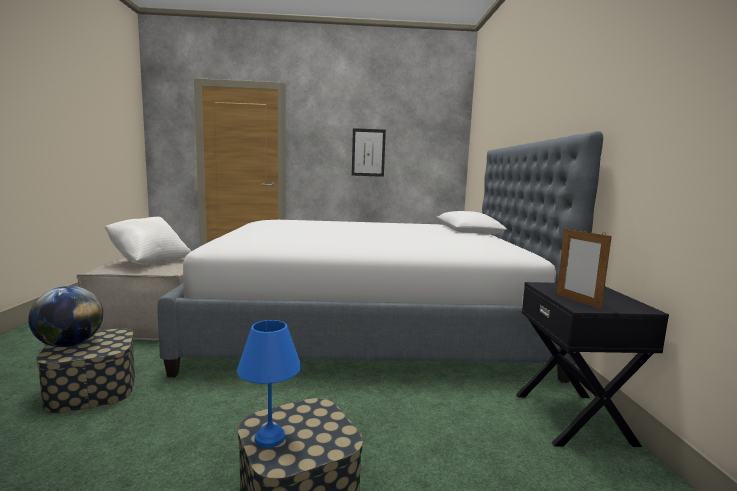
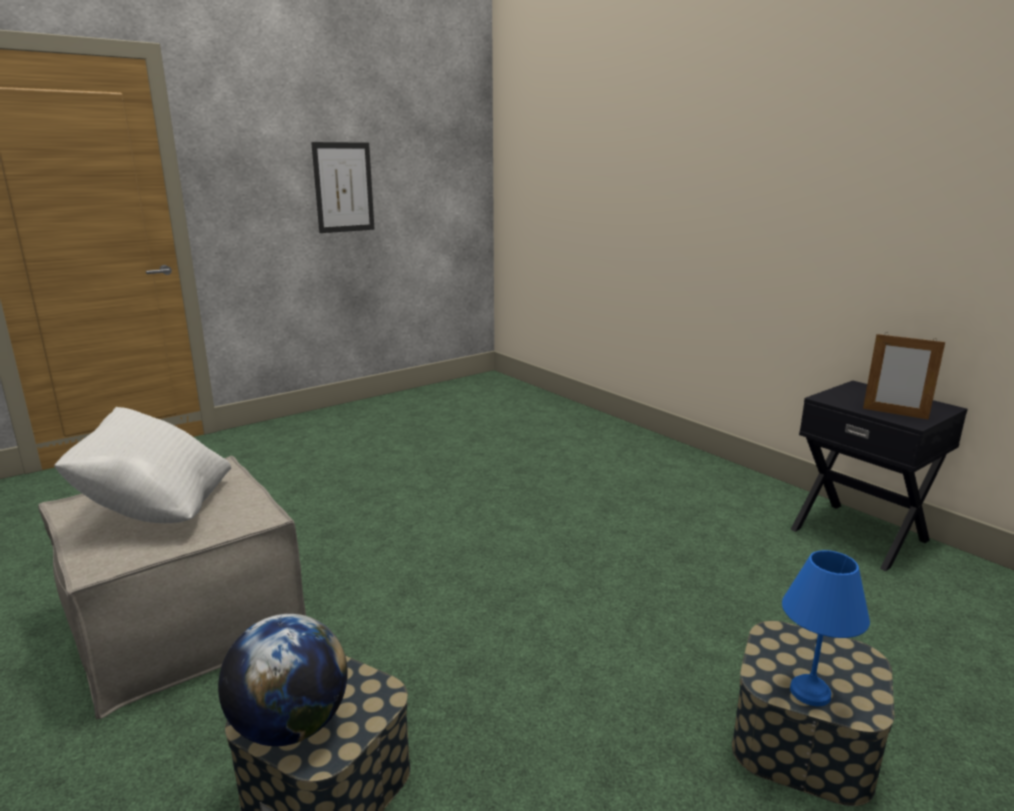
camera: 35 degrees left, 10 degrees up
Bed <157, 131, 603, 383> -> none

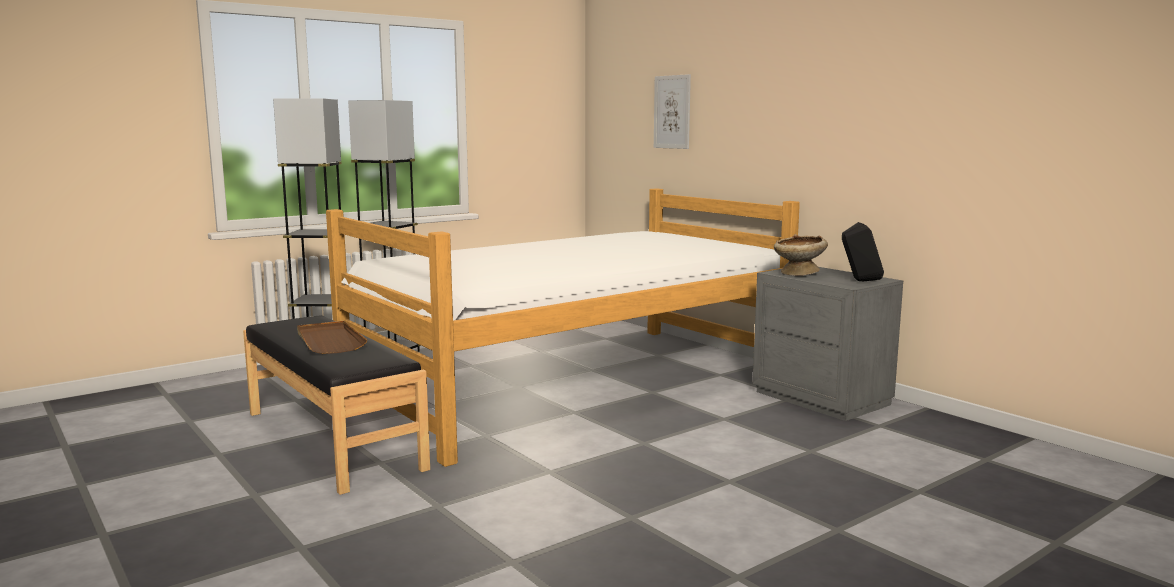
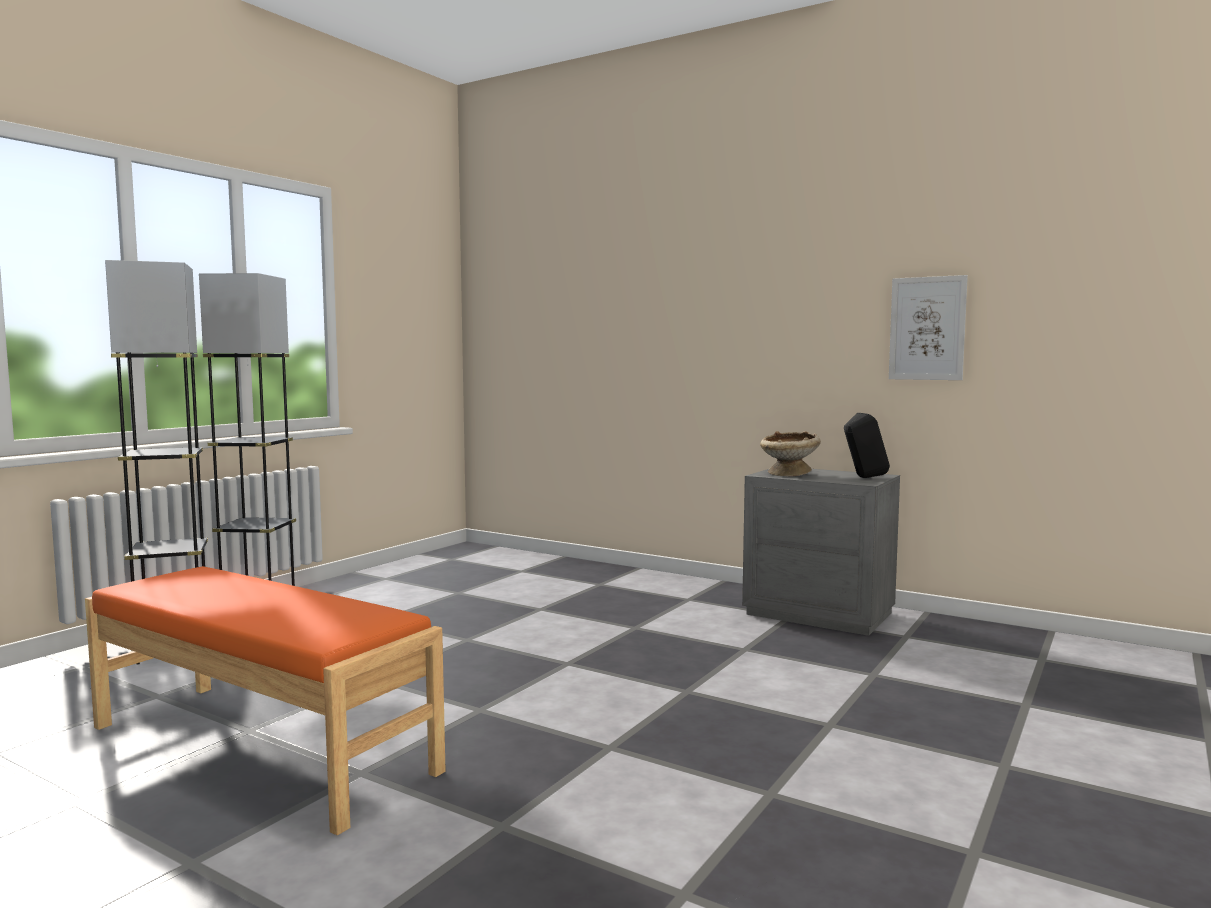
camera: 20 degrees left, 5 degrees down
Picture <654, 74, 691, 149> -> Picture <889, 275, 968, 380>, relocated
Bed <326, 188, 800, 467> -> none
BlackBench <243, 315, 430, 495> -> OrangeBench <85, 566, 446, 835>
BrownTray <297, 321, 367, 354> -> none

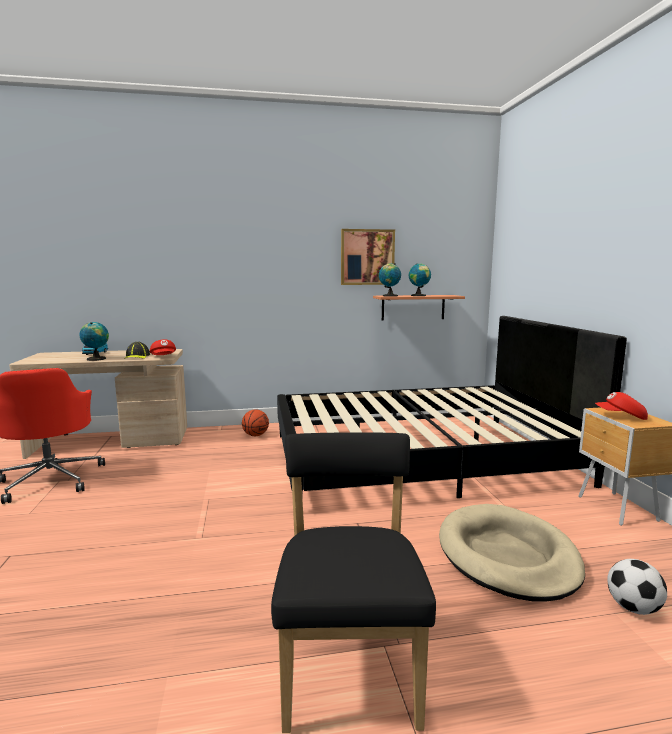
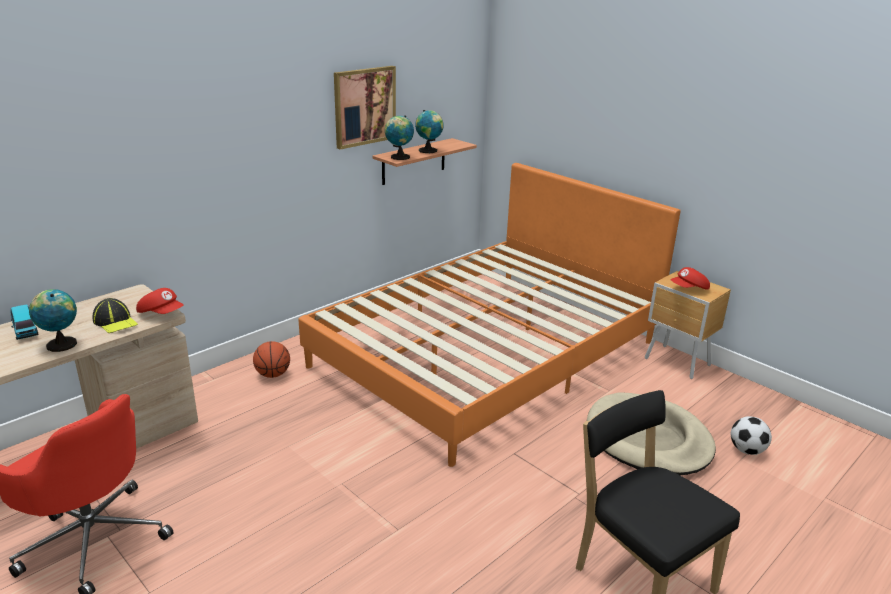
camera: 35 degrees left, 15 degrees up
BlackBed <277, 316, 627, 498> -> OrangeBed <298, 163, 681, 467>

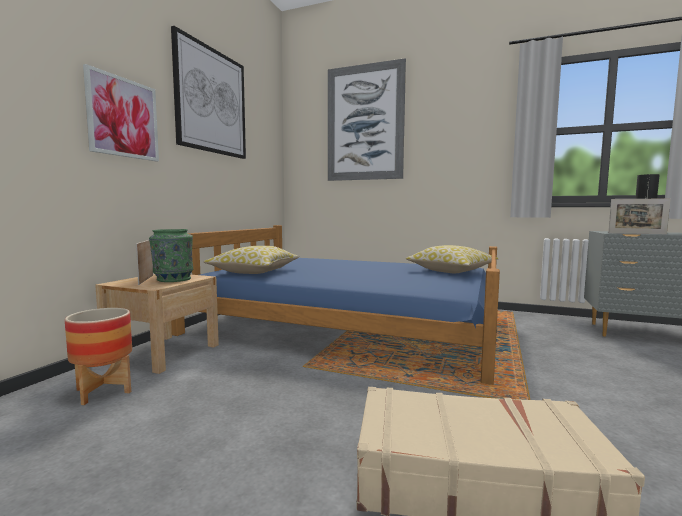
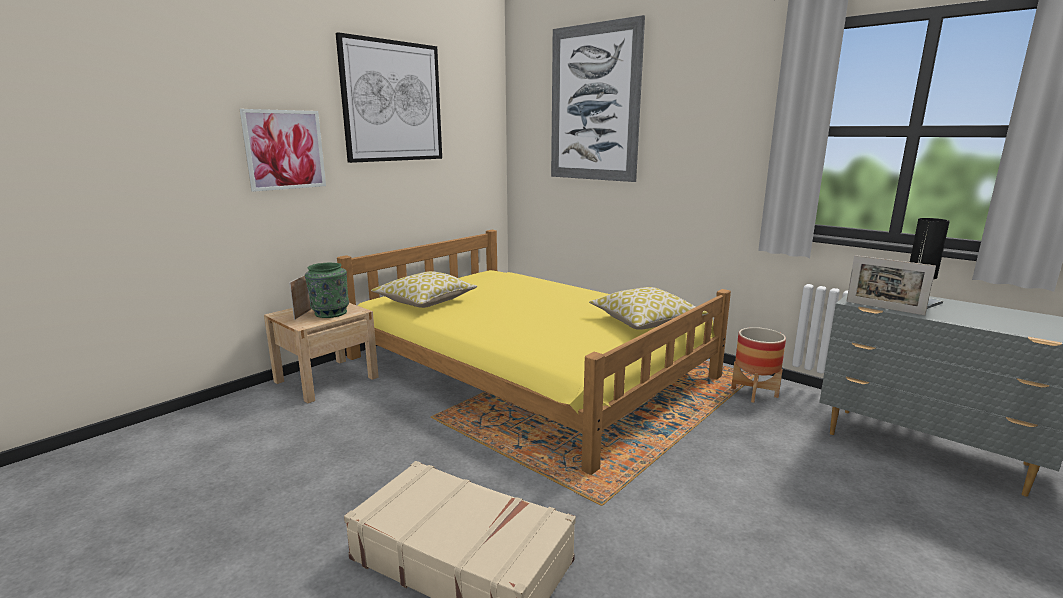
camera: 20 degrees right, 10 degrees up
BlueBed <171, 225, 500, 385> -> YellowBed <337, 230, 731, 475>
Planter <65, 308, 132, 405> -> Planter <731, 327, 786, 403>, relocated

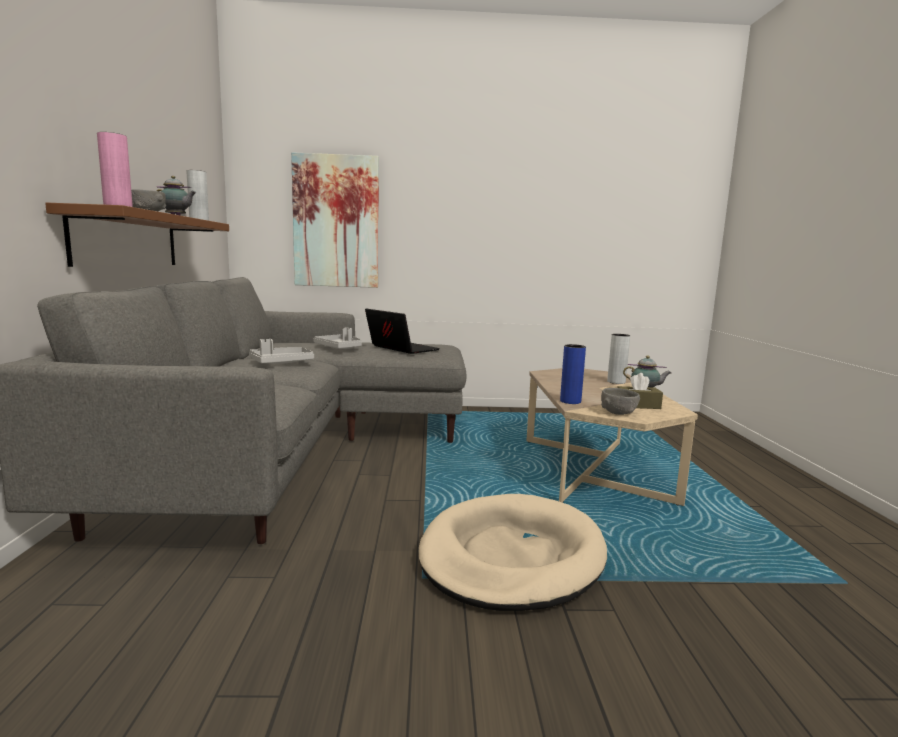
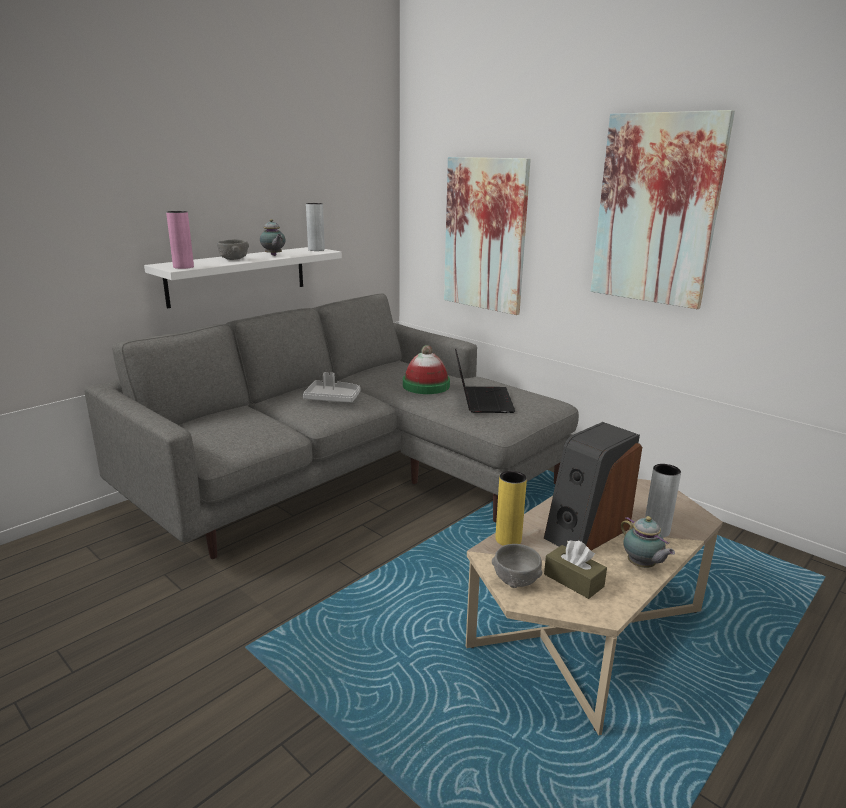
camera: 45 degrees right, 10 degrees up
BrownShelf <45, 202, 229, 267> -> WhiteShelf <144, 247, 342, 308>
GreyTray <313, 327, 362, 349> -> Hat <403, 345, 450, 394>
BlueVase <560, 344, 586, 404> -> YellowVase <496, 471, 527, 546>
BeigeDogBed <418, 494, 607, 611> -> none
none -> Picture <591, 110, 735, 309>
none -> Speaker <544, 422, 642, 551>

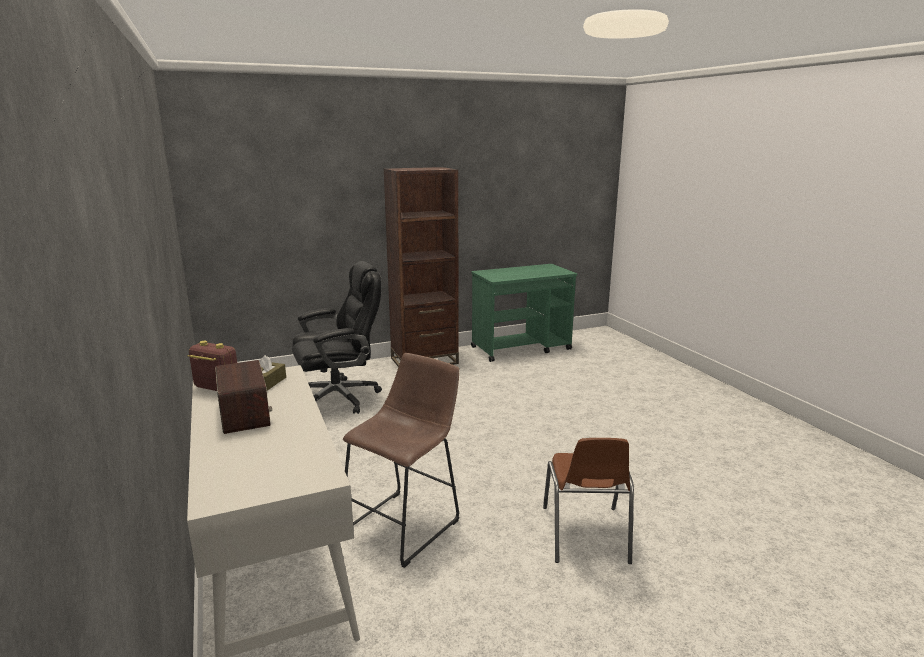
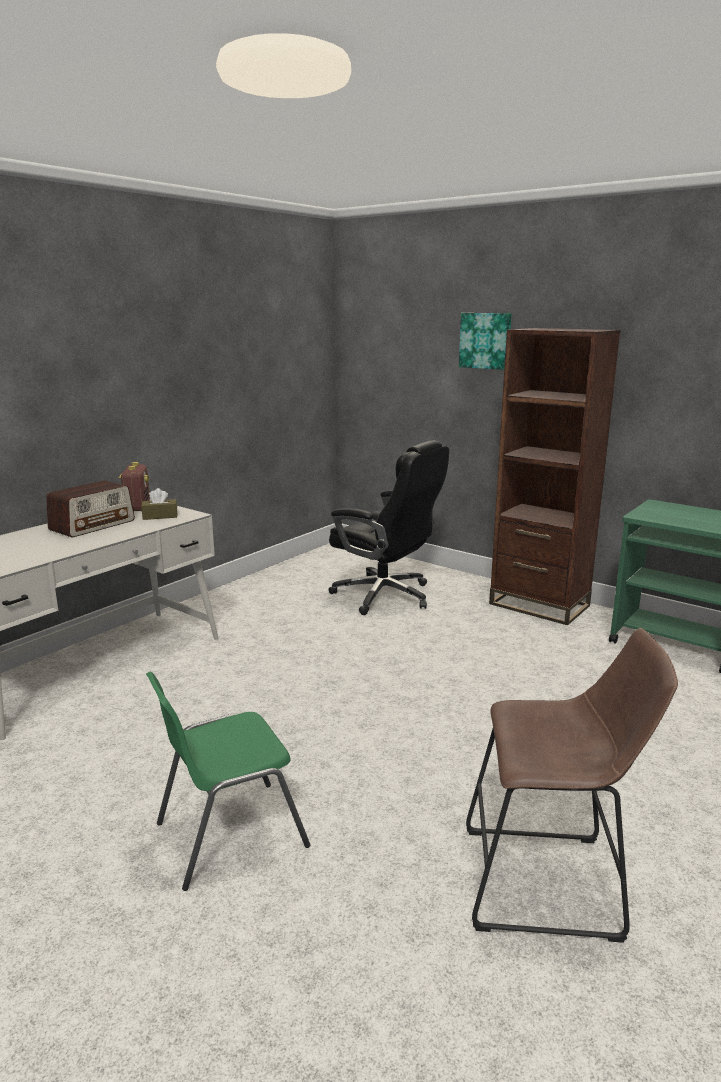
camera: 60 degrees right, 0 degrees up
BrownStool <343, 353, 459, 568> -> BrownStool <466, 628, 678, 943>, relocated
BrownChair <543, 438, 634, 564> -> GreenChair <146, 672, 310, 891>
none -> Picture <459, 313, 512, 370>

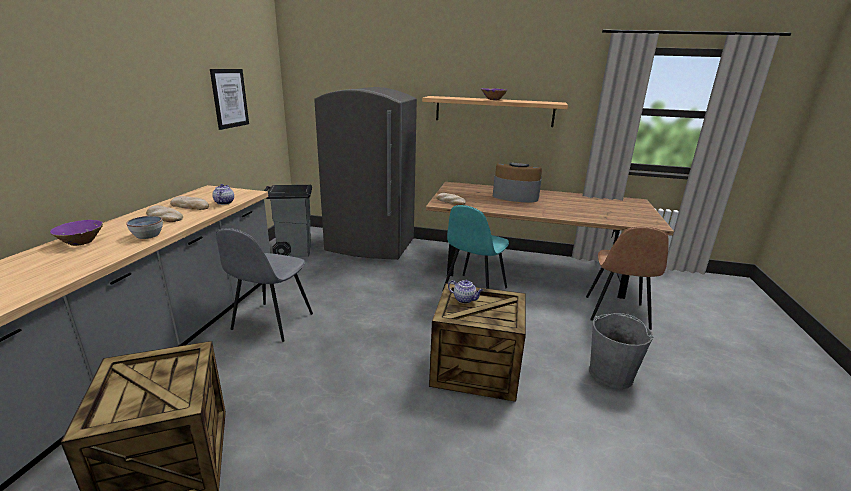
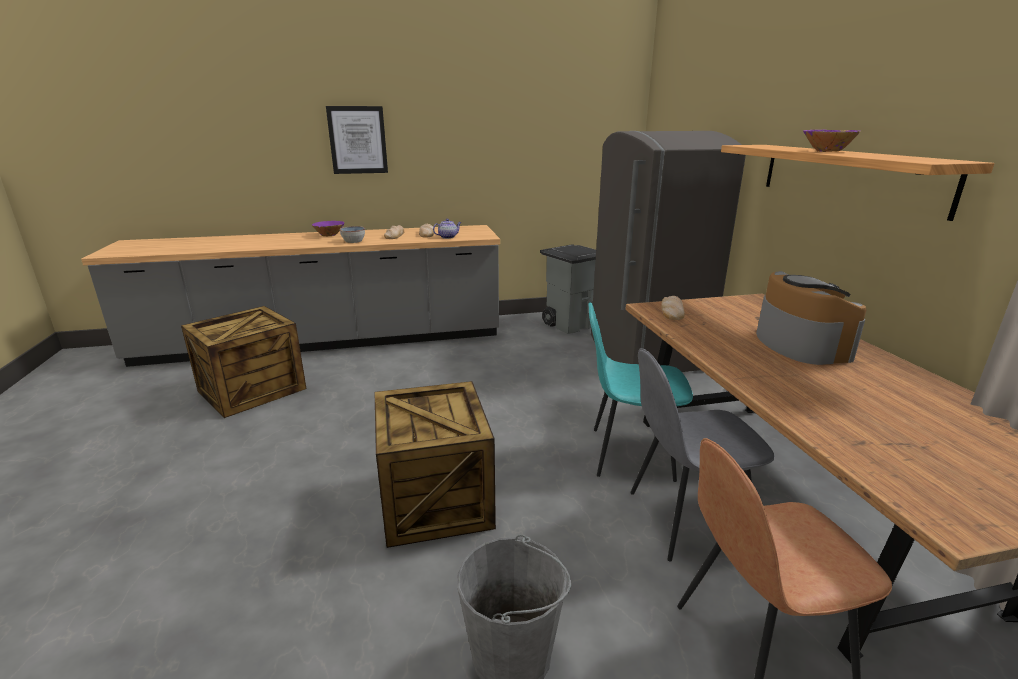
camera: 65 degrees right, 0 degrees up
Picture <210, 69, 249, 130> -> Picture <326, 106, 388, 174>, relocated
GreyChair <216, 228, 313, 342> -> GreyChair <631, 348, 775, 562>, relocated
Teapot <448, 280, 483, 304> -> none

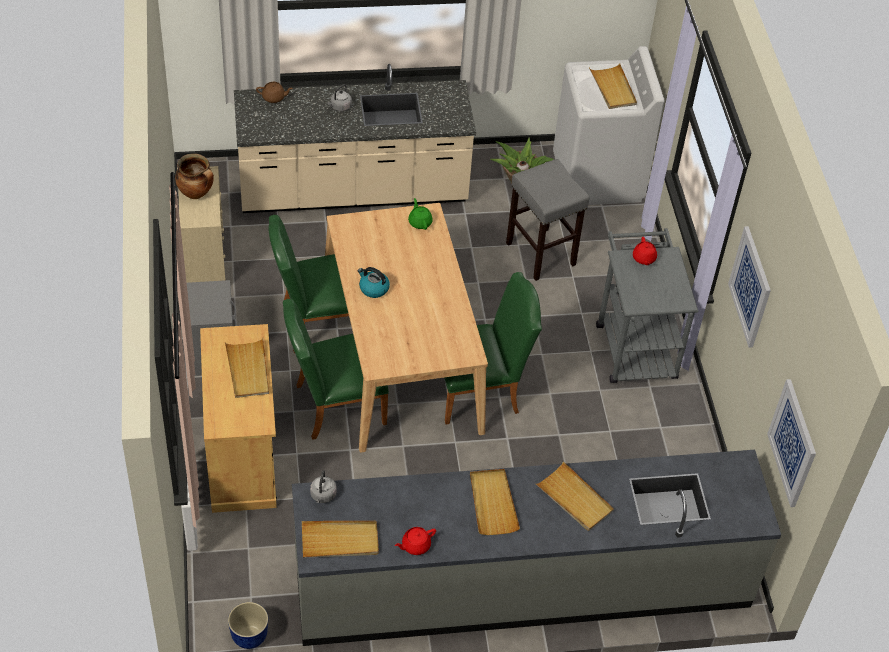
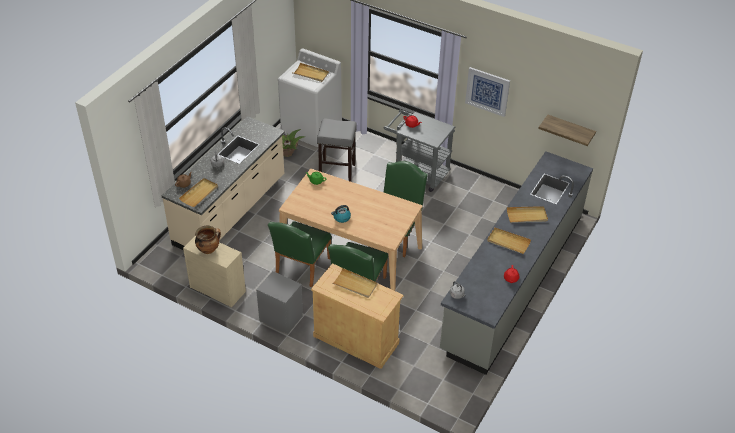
camera: 50 degrees left, 5 degrees down
Picture <767, 379, 816, 507> -> Shelf <538, 115, 596, 146>
BeigeTray <302, 521, 379, 558> -> BeigeTray <179, 178, 218, 207>, relocated
Planter <228, 602, 268, 649> -> none

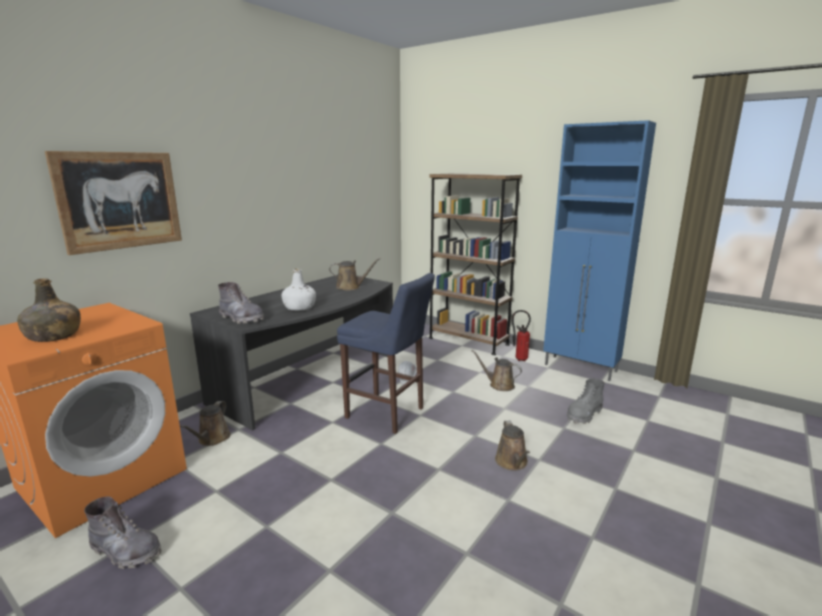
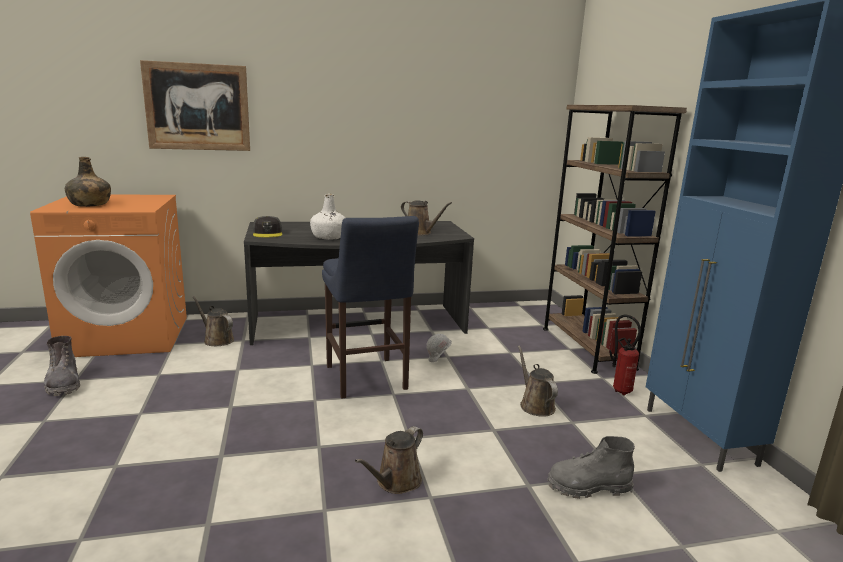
camera: 40 degrees right, 0 degrees up
GreyBoot <218, 282, 264, 324> -> GreyCap <253, 216, 283, 238>
BrownWateringCan <180, 401, 231, 446> -> BrownWateringCan <193, 296, 234, 346>, 75 degrees clockwise

